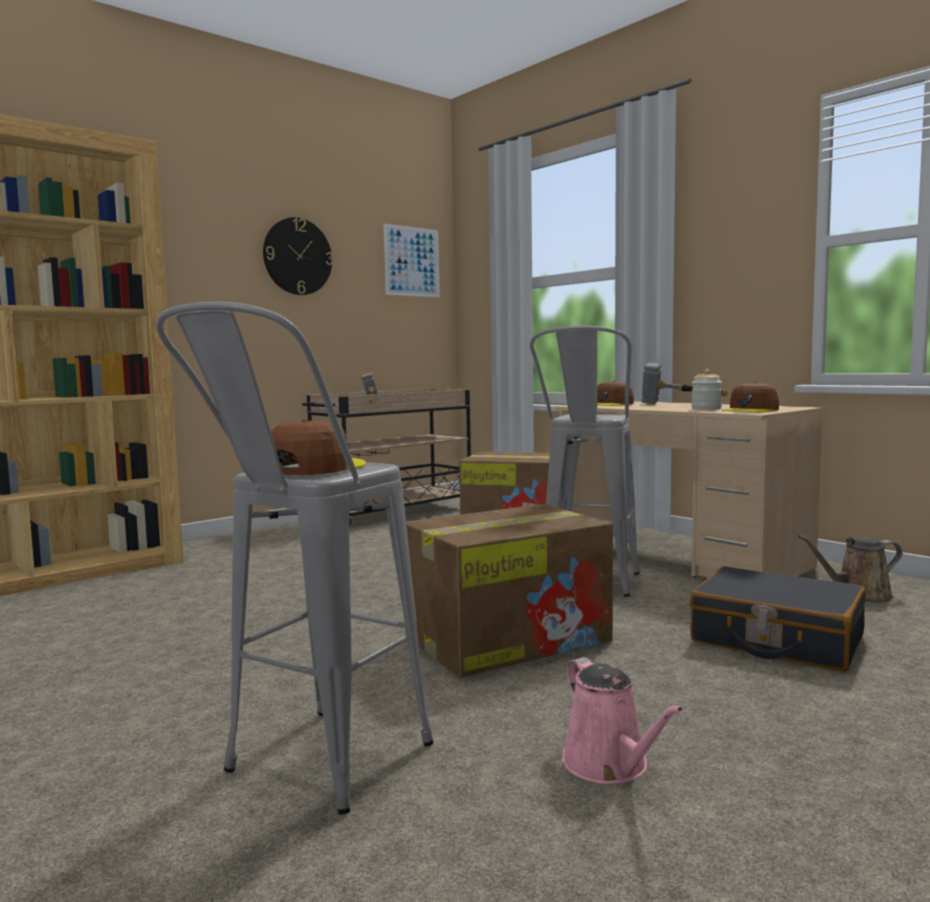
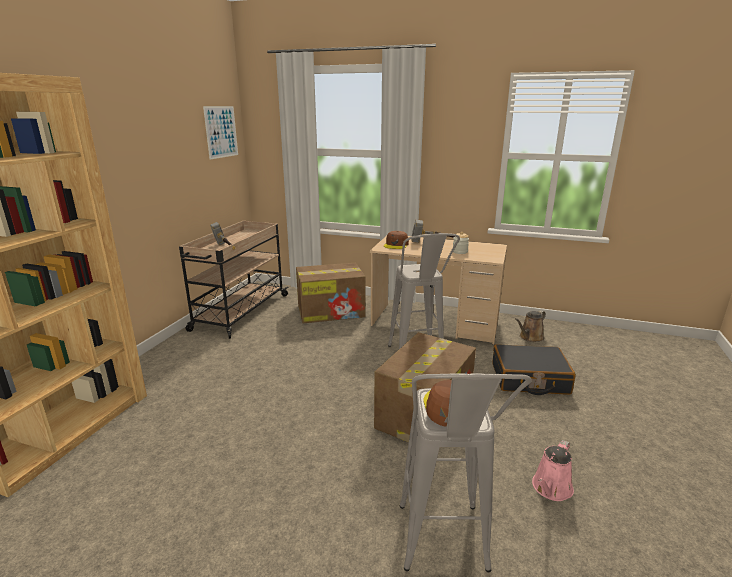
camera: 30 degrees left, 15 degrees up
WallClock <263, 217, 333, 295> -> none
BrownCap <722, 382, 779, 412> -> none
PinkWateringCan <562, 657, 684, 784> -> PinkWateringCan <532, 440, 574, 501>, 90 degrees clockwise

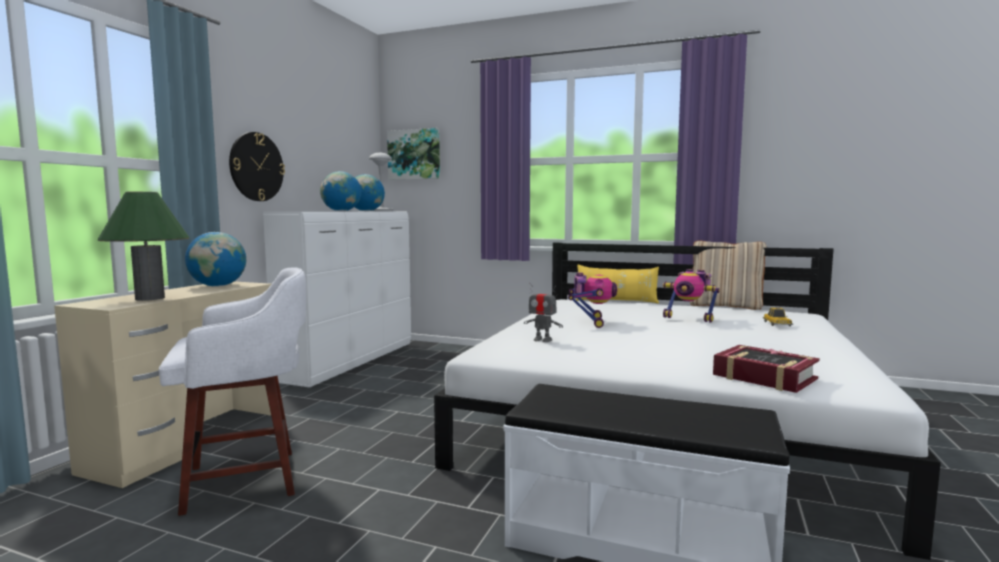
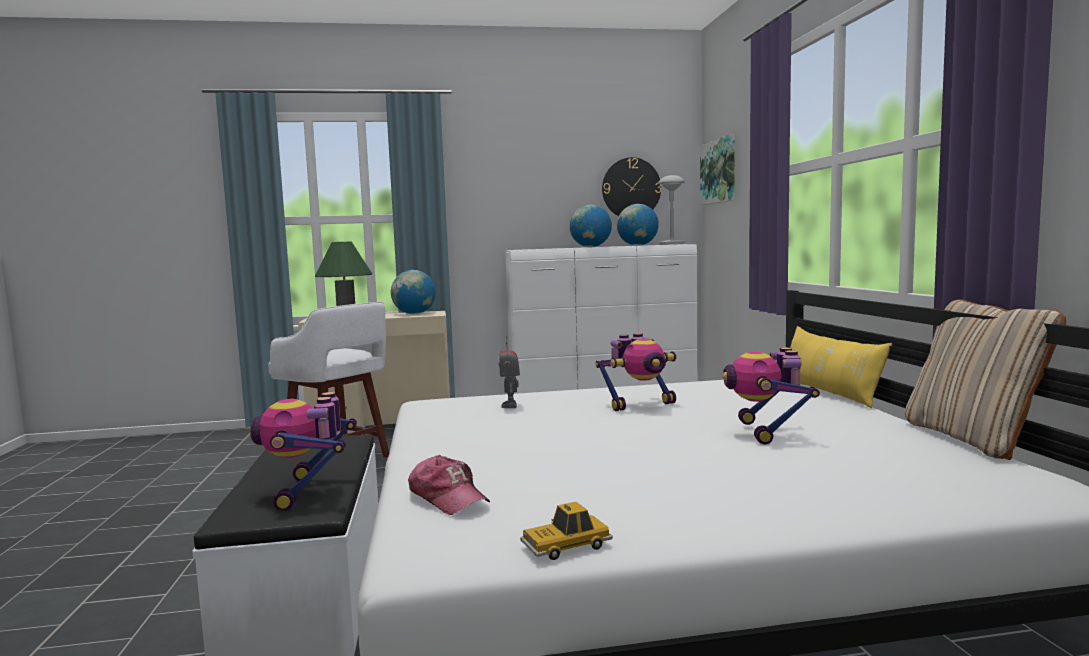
camera: 60 degrees right, 0 degrees up
WallClock <229, 132, 285, 201> -> WallClock <602, 157, 661, 216>, relocated
ToyCar <763, 307, 793, 326> -> ToyCar <520, 502, 613, 560>, relocated
Book <713, 345, 820, 393> -> Cap <408, 455, 490, 515>
none -> ToyRobot <250, 392, 357, 511>

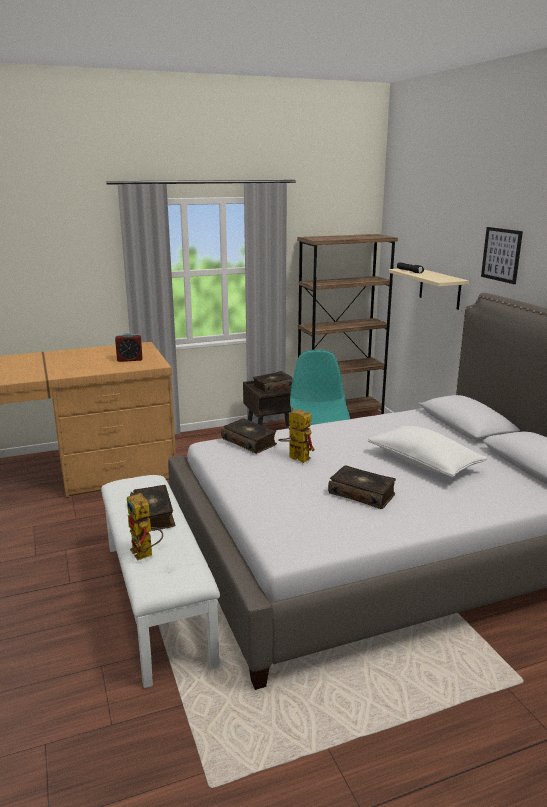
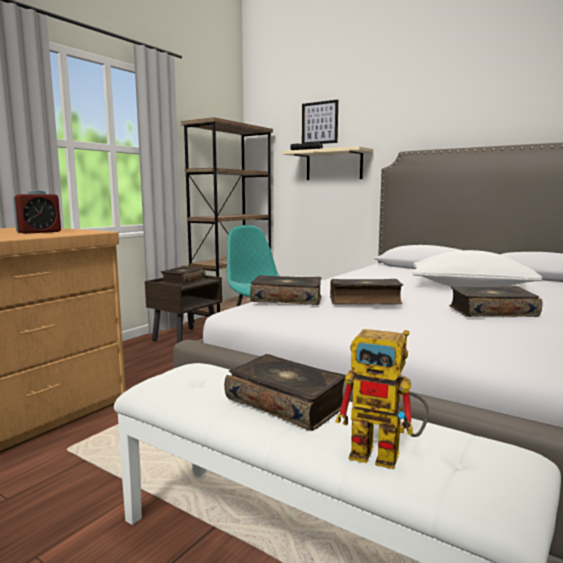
camera: 35 degrees left, 10 degrees down
Picture <481, 227, 523, 284> -> Picture <302, 100, 338, 144>, relocated
ToyRobot <278, 407, 315, 463> -> Book <330, 279, 403, 304>

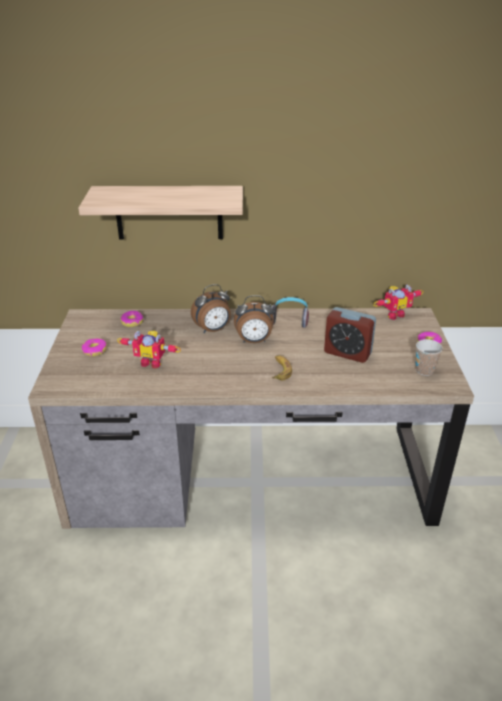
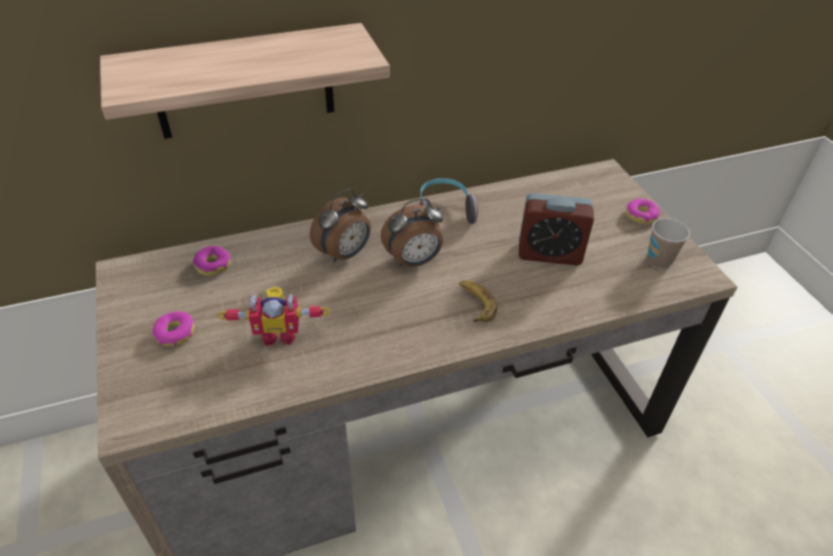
camera: 20 degrees left, 10 degrees up
ToyRobot <374, 285, 424, 320> -> none

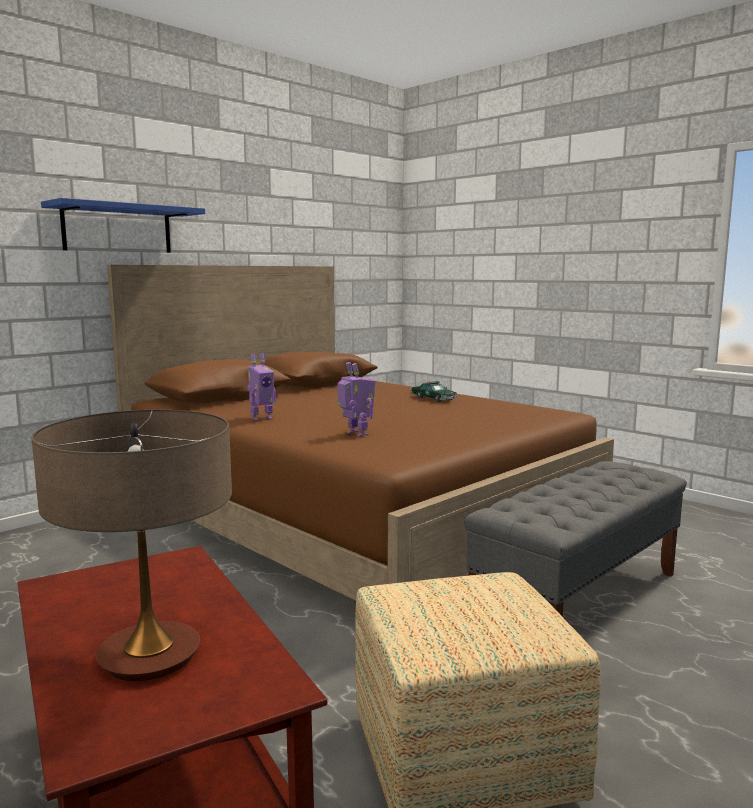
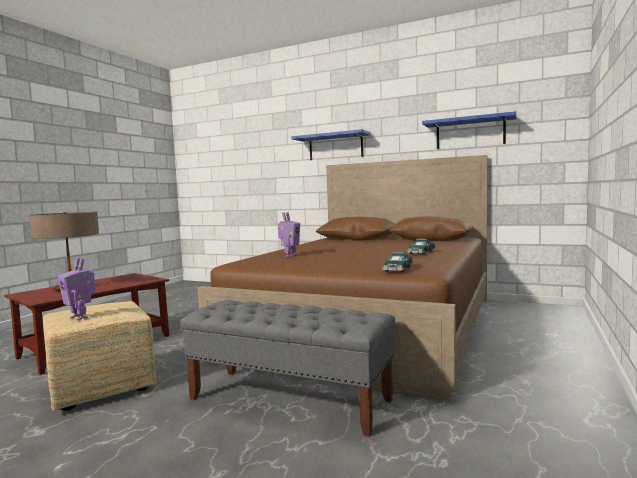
camera: 70 degrees right, 5 degrees down
ToyRobot <247, 353, 276, 421> -> ToyRobot <58, 258, 95, 320>, relocated
none -> BlueShelf <422, 111, 517, 149>
none -> ToyCar <382, 252, 413, 273>

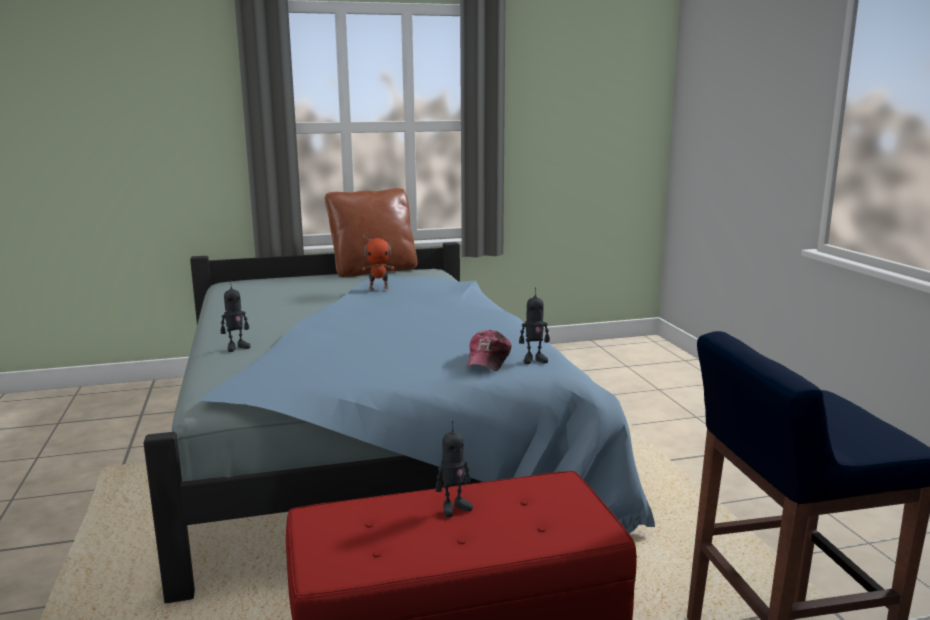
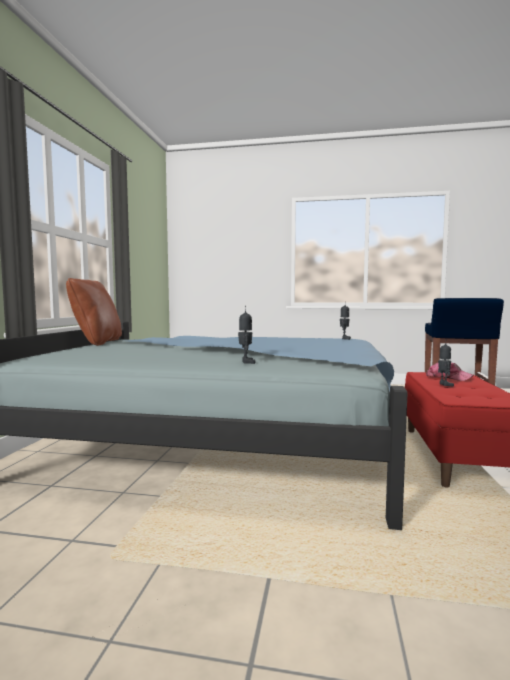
camera: 65 degrees left, 10 degrees down
ToyRobot <362, 235, 394, 290> -> none
Cap <466, 330, 511, 371> -> Cap <426, 363, 474, 381>, relocated

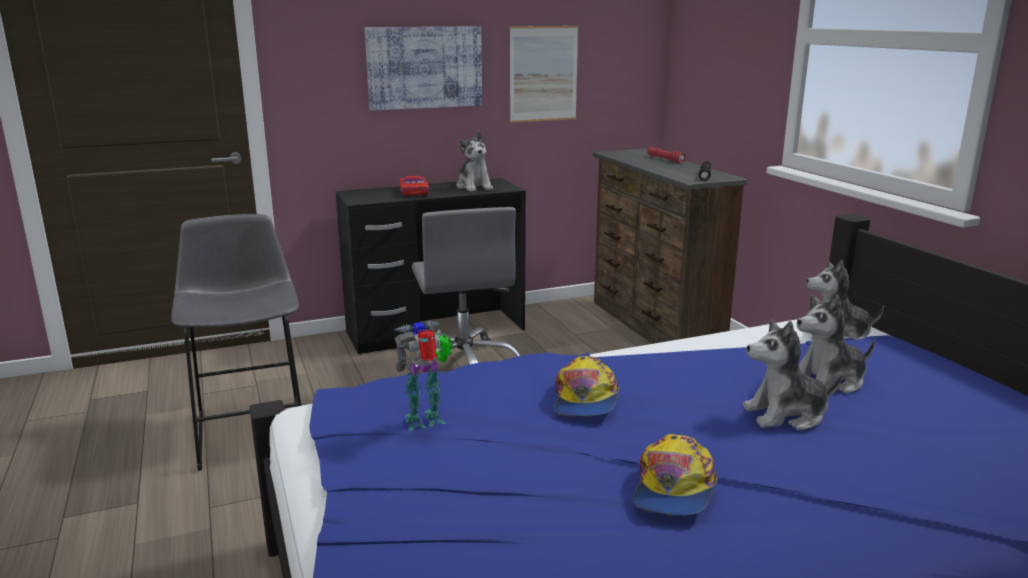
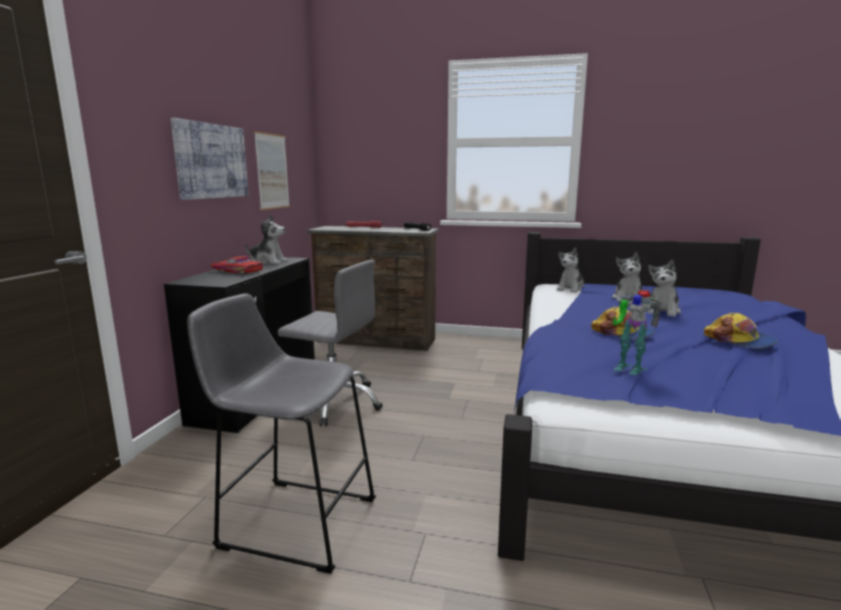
camera: 55 degrees left, 5 degrees down
ToyRobot <395, 320, 453, 431> -> ToyRobot <613, 290, 662, 375>, 60 degrees counterclockwise

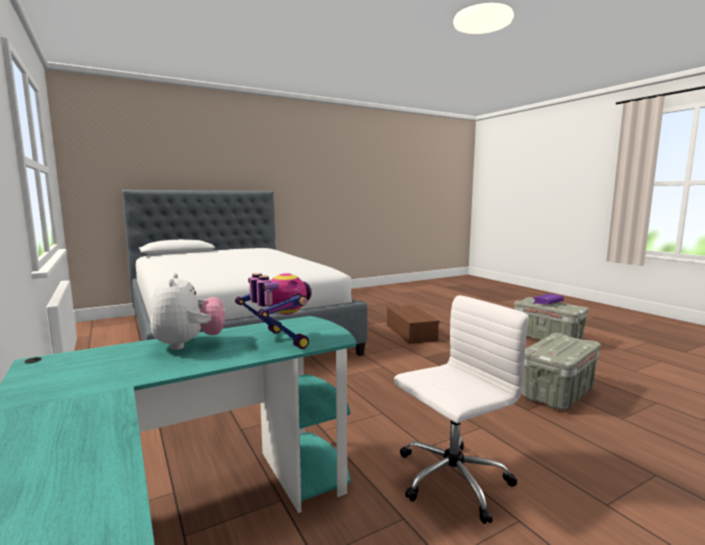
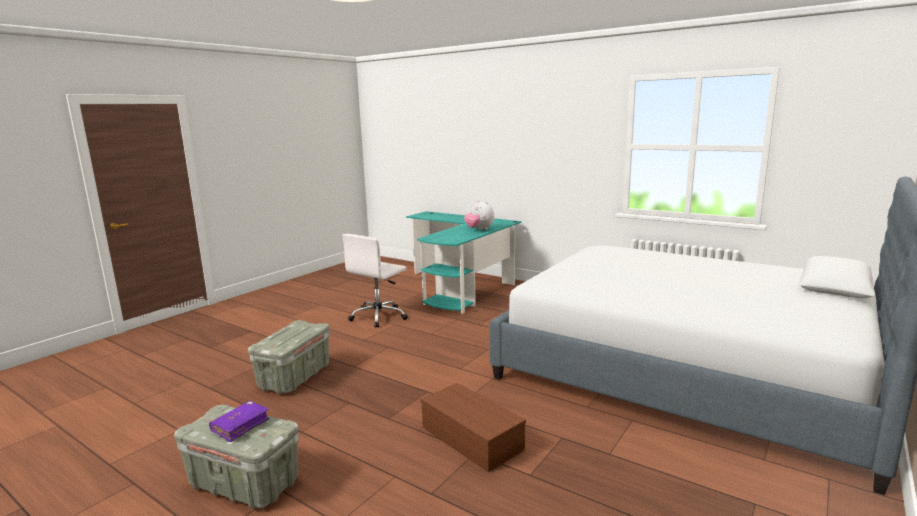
camera: 155 degrees right, 5 degrees up
ToyRobot <235, 273, 312, 349> -> none

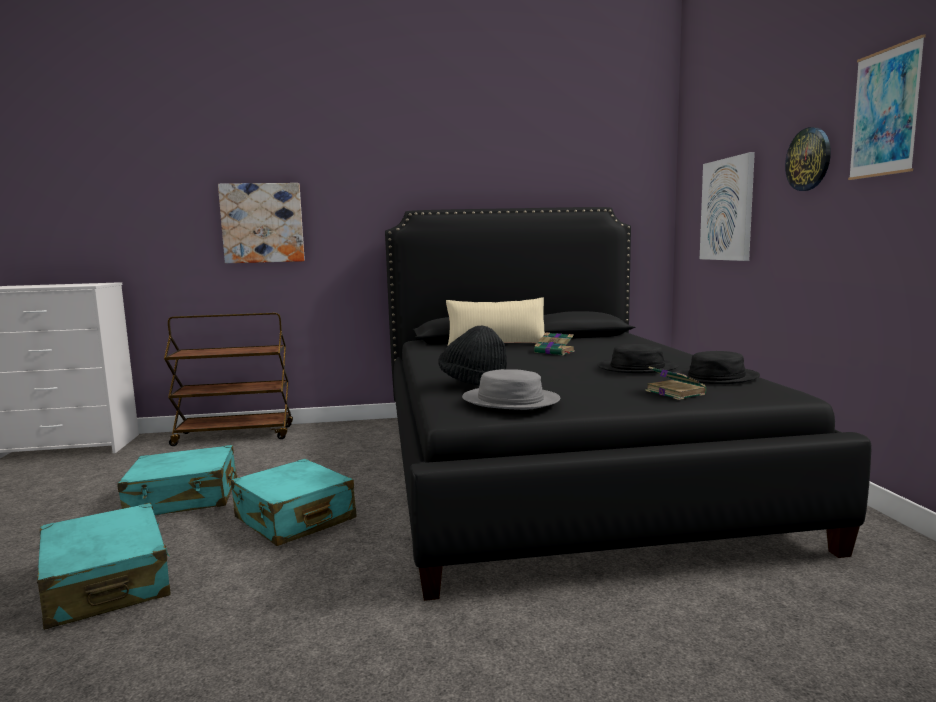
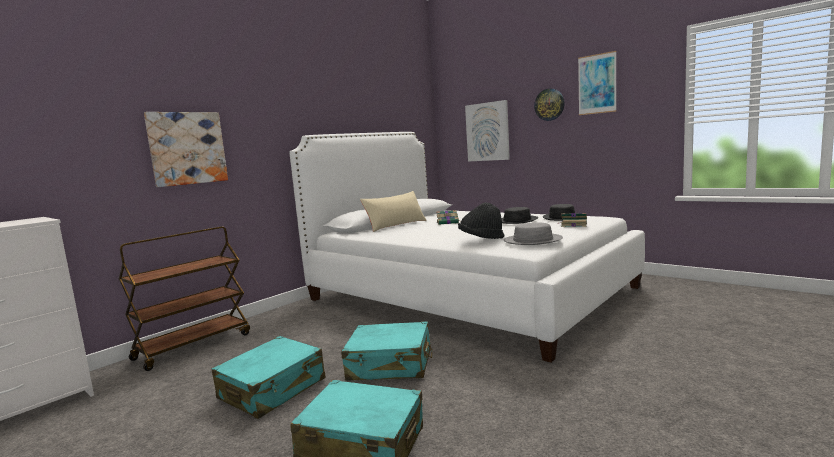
camera: 40 degrees left, 0 degrees up
BlackBed <385, 207, 871, 601> -> WhiteBed <289, 132, 645, 363>

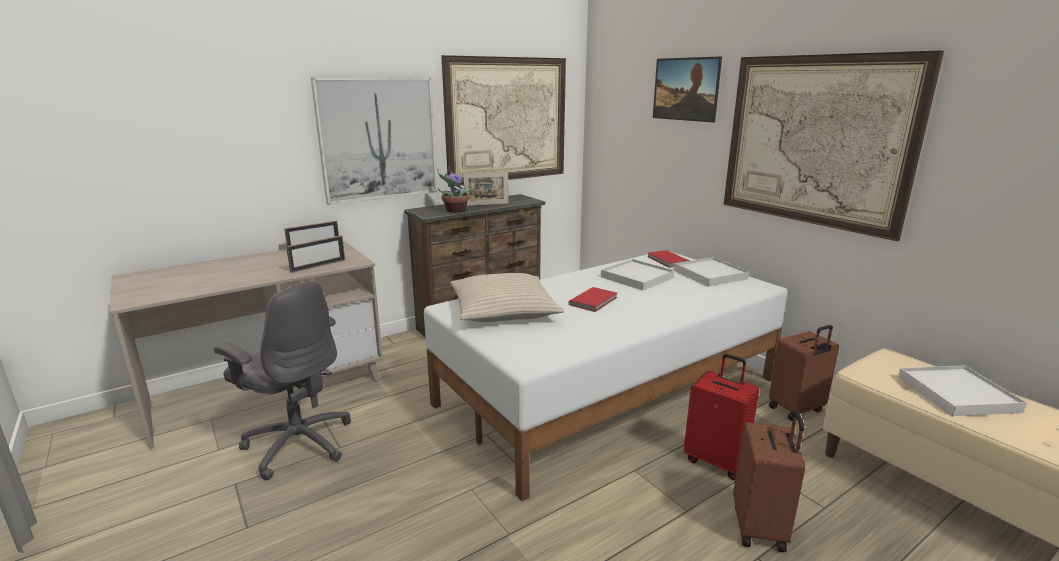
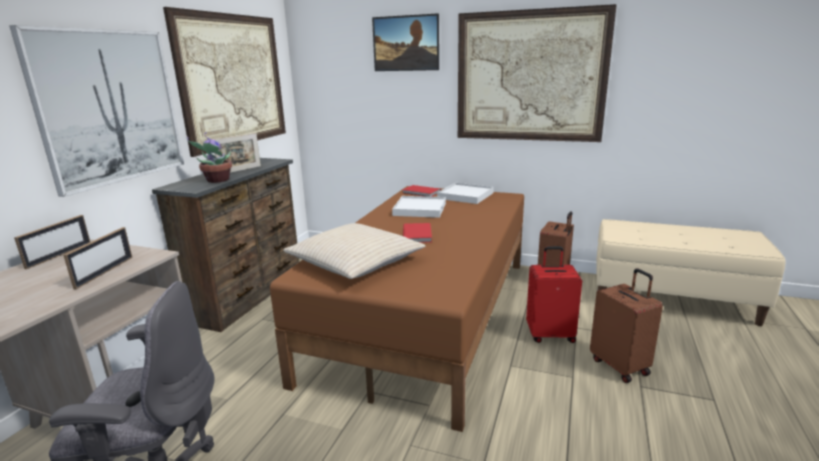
camera: 35 degrees left, 0 degrees up
WhiteBed <424, 252, 787, 501> -> BrownBed <270, 186, 524, 432>
WhiteTray <898, 365, 1027, 416> -> none

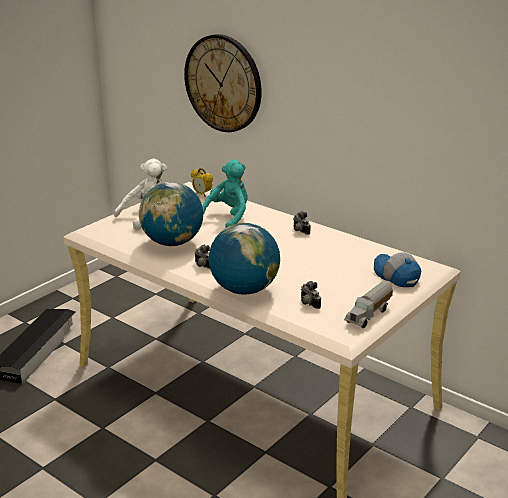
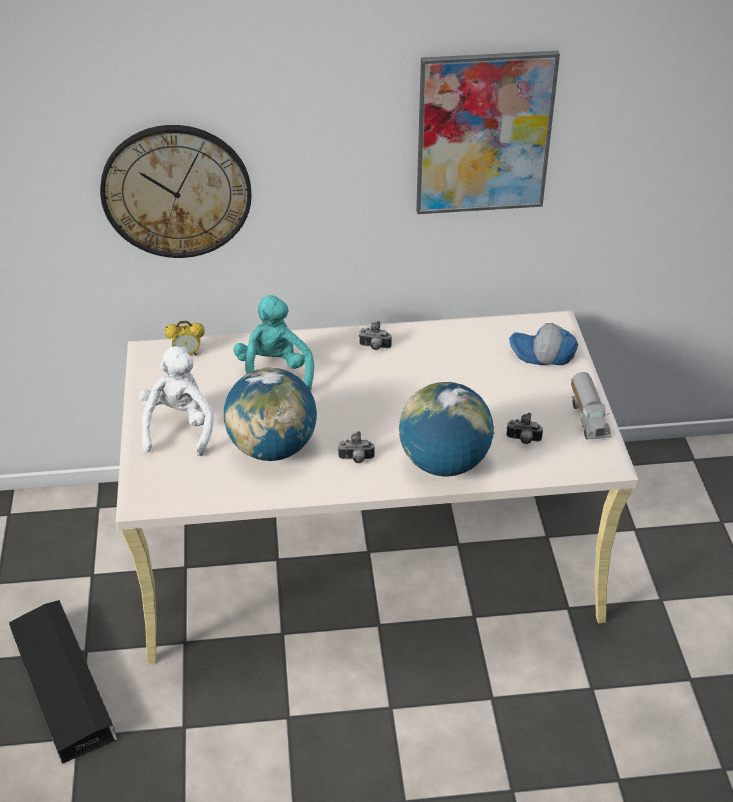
camera: 45 degrees left, 15 degrees up
none -> Picture <416, 51, 560, 214>

